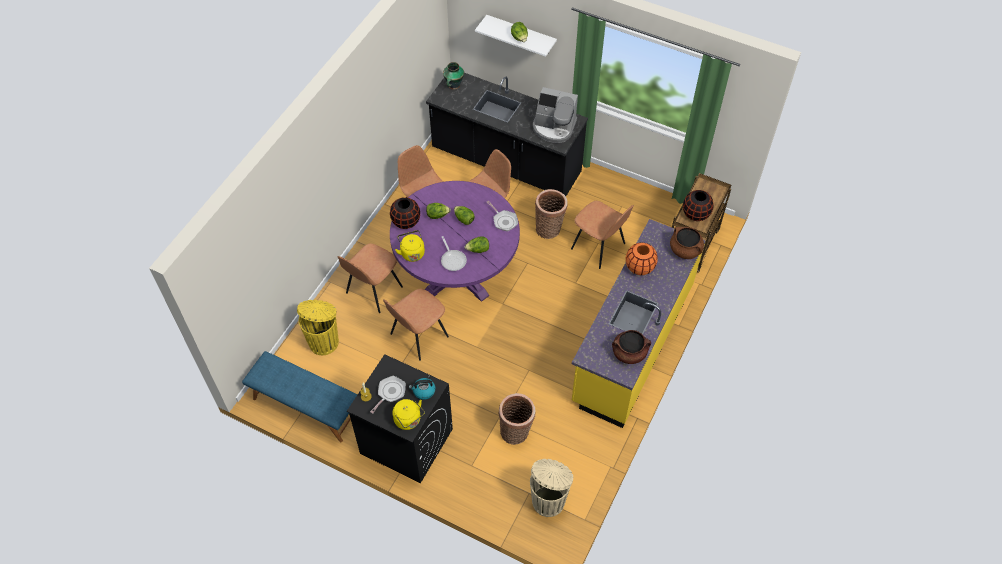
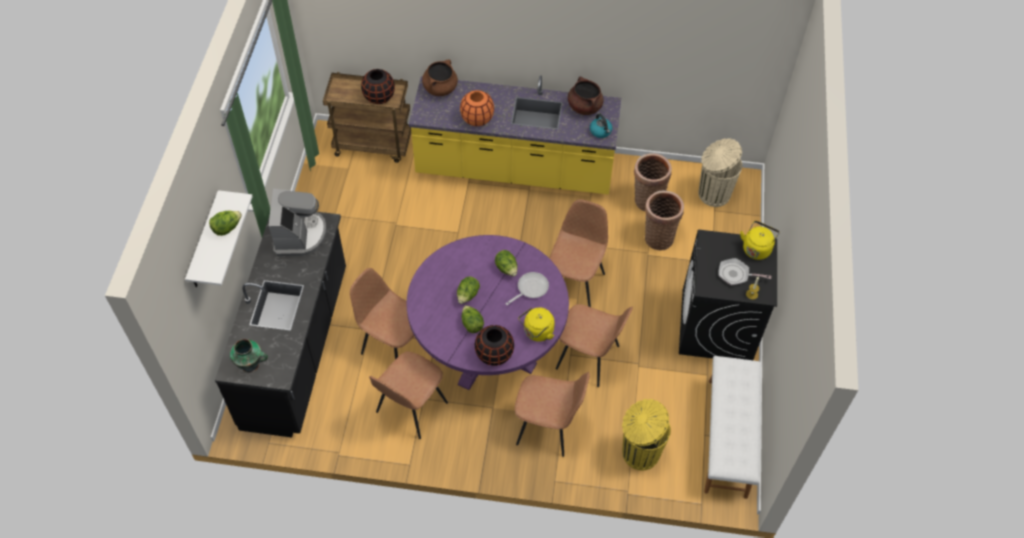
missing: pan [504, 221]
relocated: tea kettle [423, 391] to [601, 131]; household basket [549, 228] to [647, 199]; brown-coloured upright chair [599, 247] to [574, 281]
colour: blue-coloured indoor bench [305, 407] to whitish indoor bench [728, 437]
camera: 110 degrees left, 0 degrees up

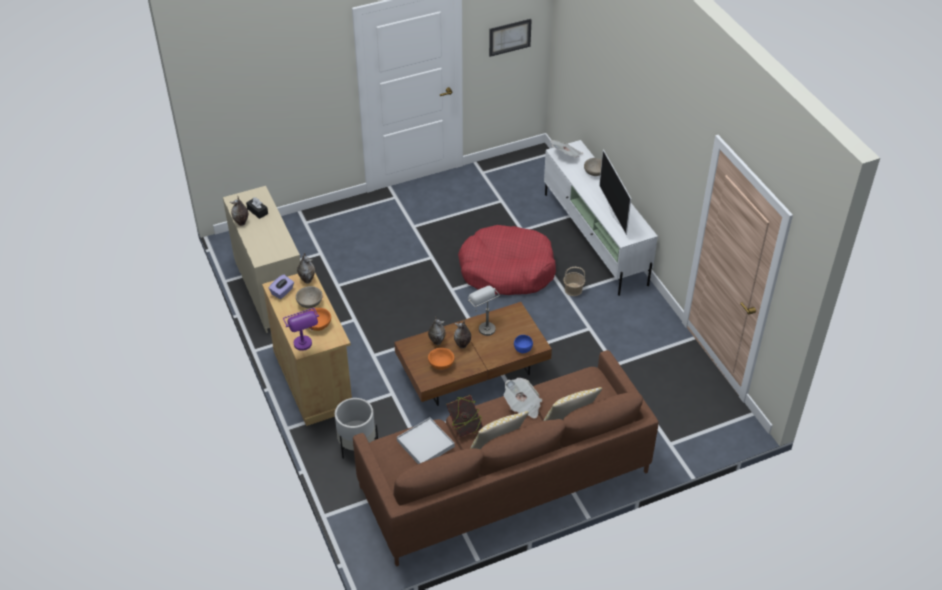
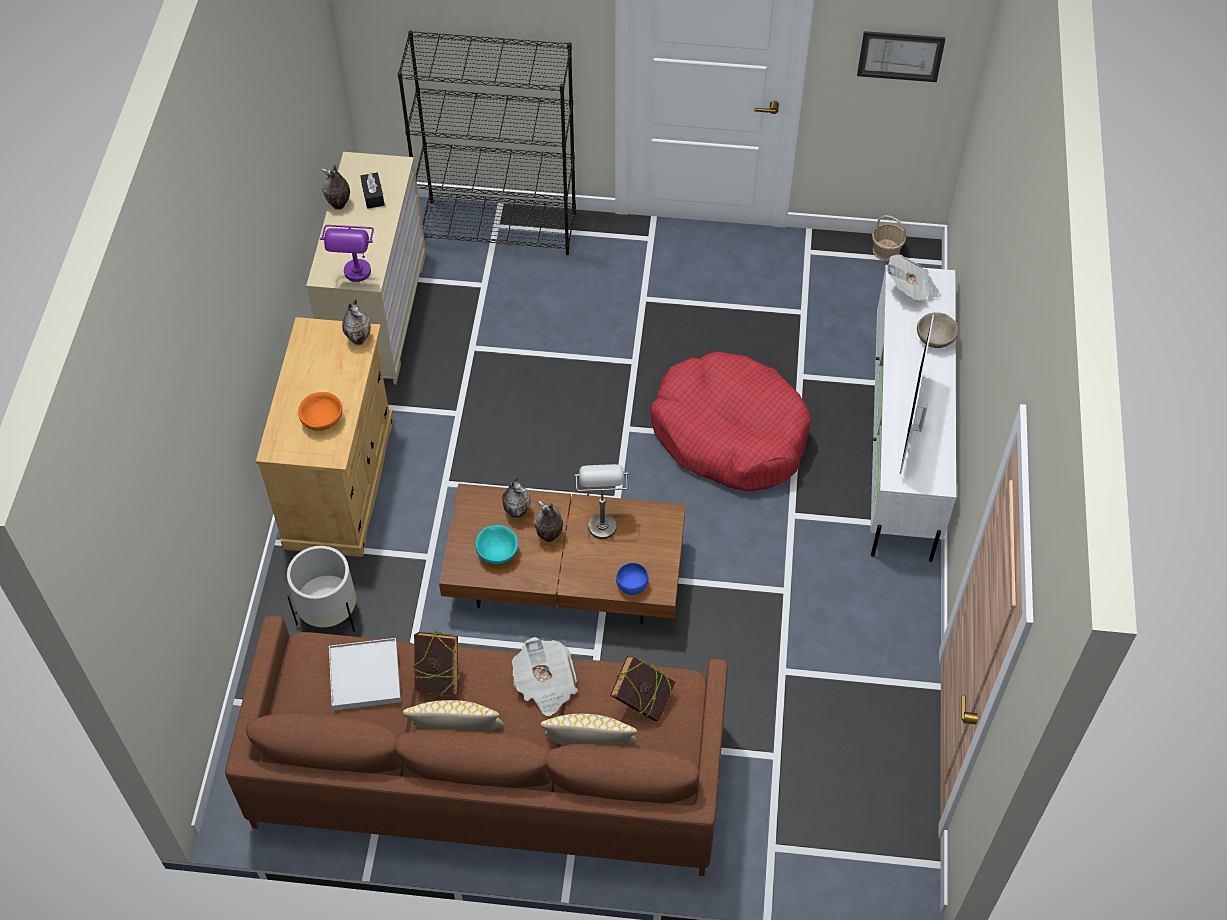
missing: purple-coloured tissue box [282, 292]; beige deep dish [310, 303]
appeared: black bookcase [500, 227]; bound book [642, 701]
relocated: purple-coloured lamp for a table [305, 348] to [357, 279]; household basket [573, 289] to [886, 250]
colour: orange deep dish [441, 364] to blue-green deep dish [498, 552]
camera: 30 degrees right, 10 degrees up

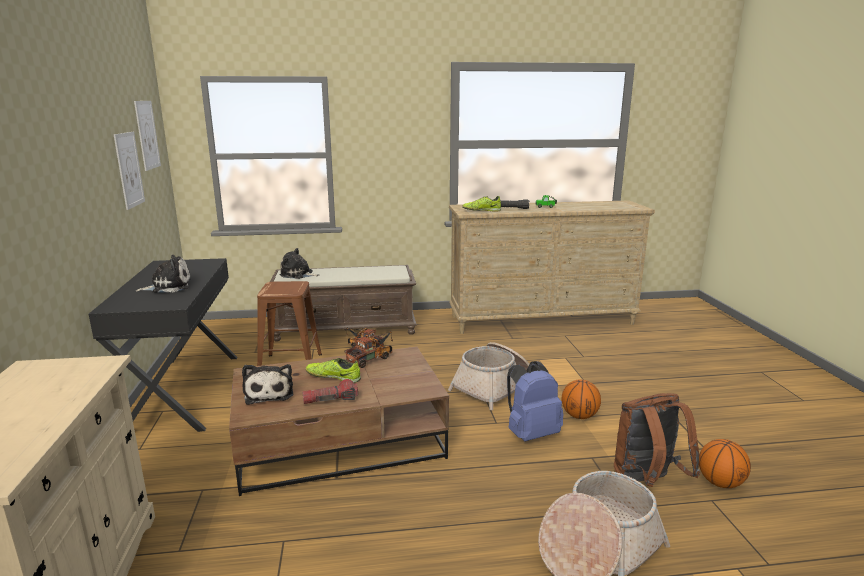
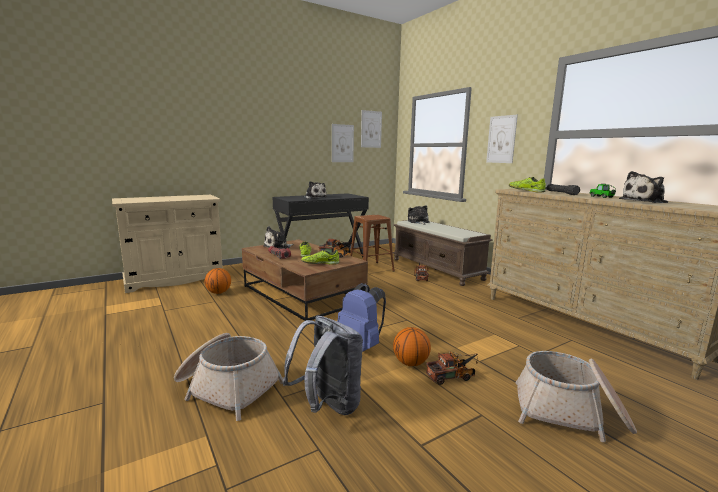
appeared: shoe [320, 263]; toy truck [453, 376]; picture [501, 139]; soft toy [645, 201]
relocated: household basket [494, 387] to [570, 413]; basketball ball [720, 483] to [218, 292]
colour: brown-coloured knapsack [647, 481] to grey knapsack [327, 406]
camera: 65 degrees right, 5 degrees down

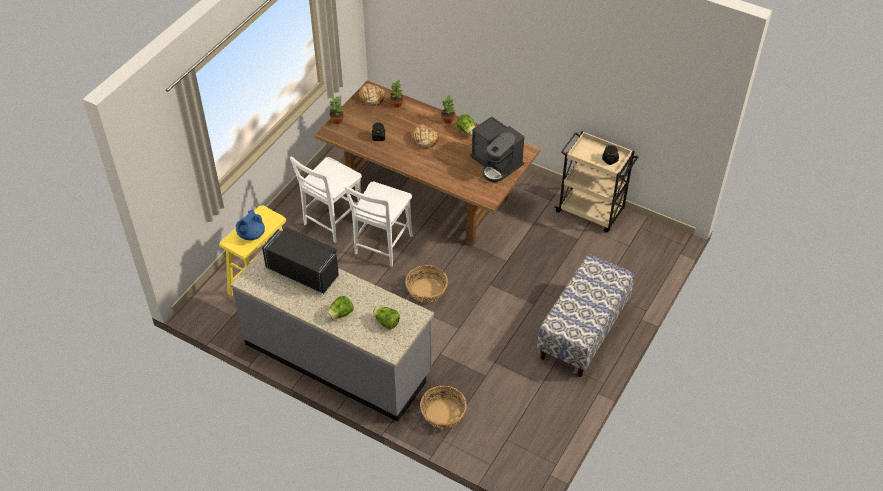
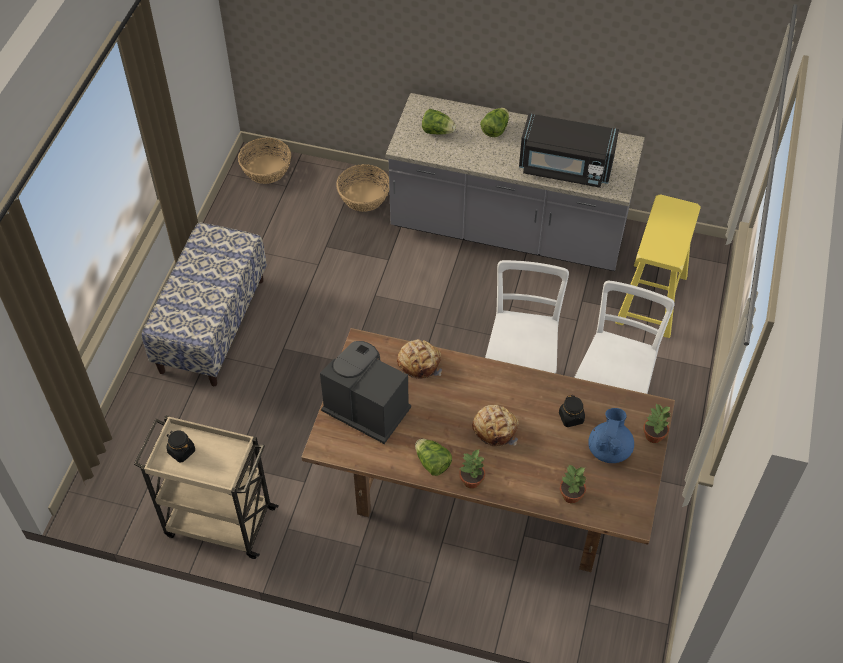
relocated: blue-coloured teapot [251, 235] to [609, 449]; bakery bread [371, 98] to [419, 363]; household basket [426, 291] to [266, 169]
camera: 165 degrees right, 5 degrees up

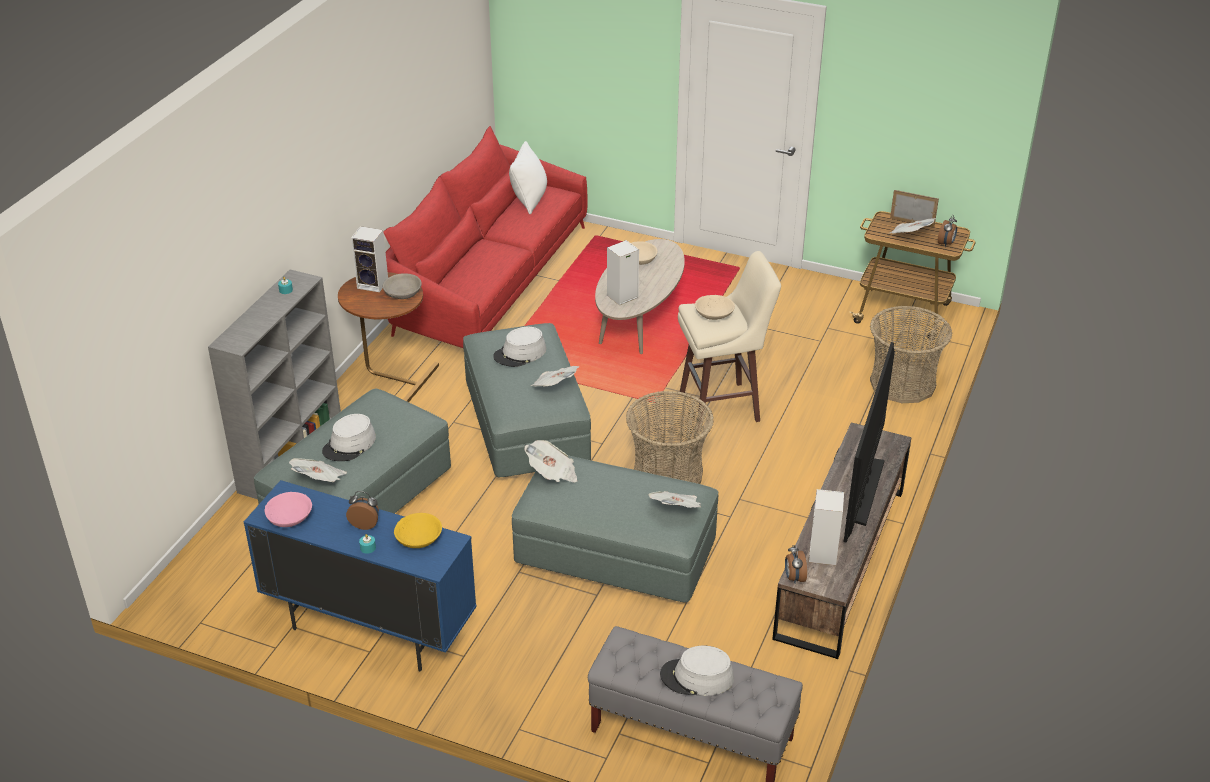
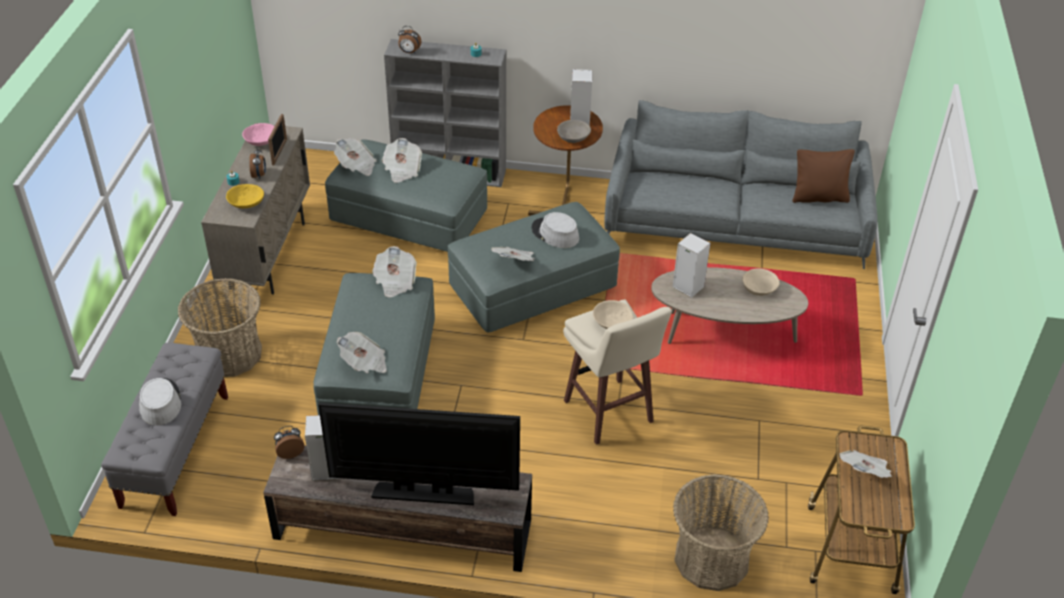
relocated: household basket [667, 474] to [229, 354]; photo frame [912, 222] to [279, 152]; alarm clock [946, 243] to [409, 52]
exchanged: grey wearable hat [349, 445] to printed paper [402, 170]
colour: blue-coloured cabinet [370, 630] to beige cabinet [268, 255]; red settee [488, 281] to grey settee [734, 225]; whitish pillow [529, 199] to brown-coloured pillow [819, 197]
camera: 75 degrees right, 5 degrees up

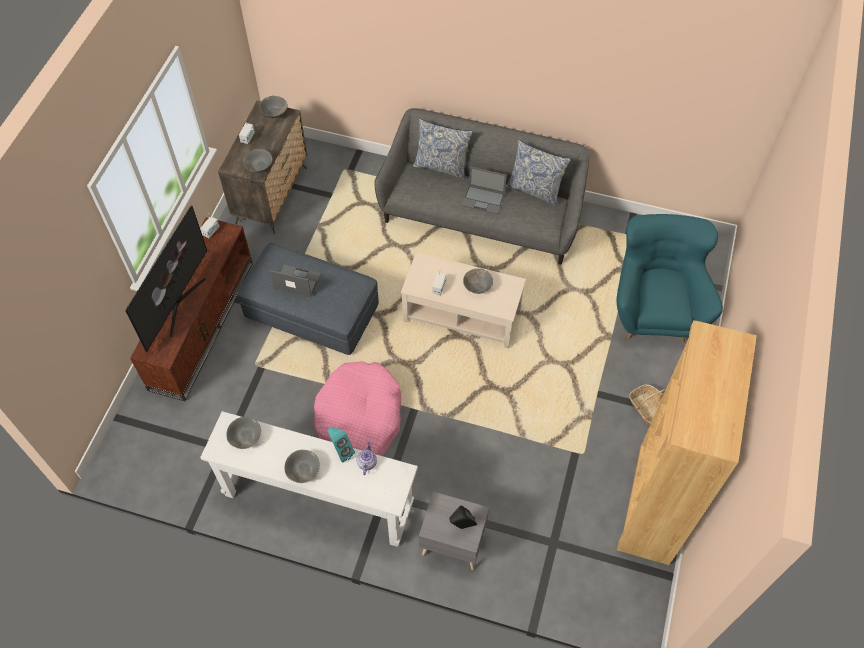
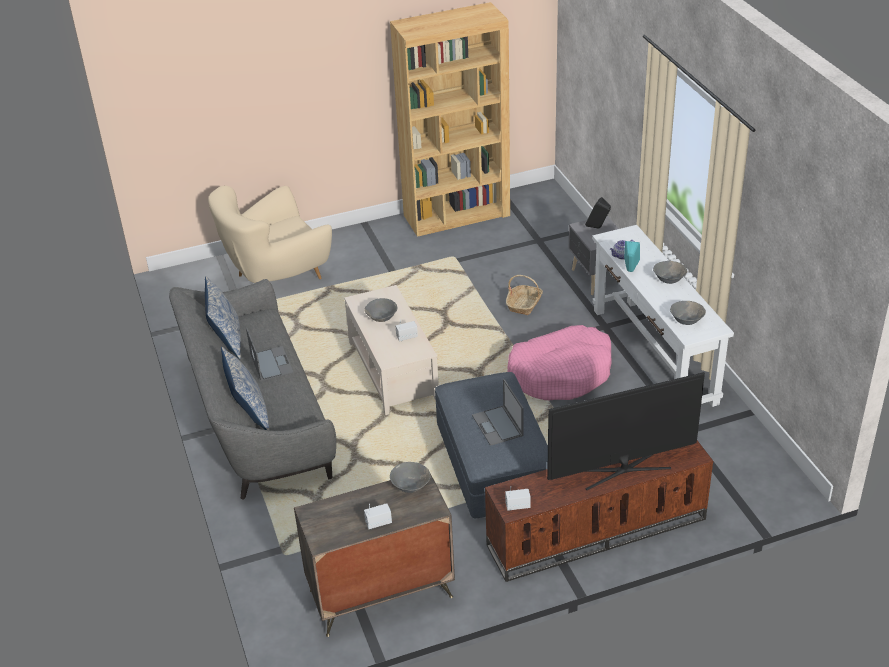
missing: grey deep dish [274, 113]
relocated: household basket [647, 408] to [524, 304]
colour: blue-green armchair [654, 310] to beige armchair [277, 277]
camera: 125 degrees left, 20 degrees down

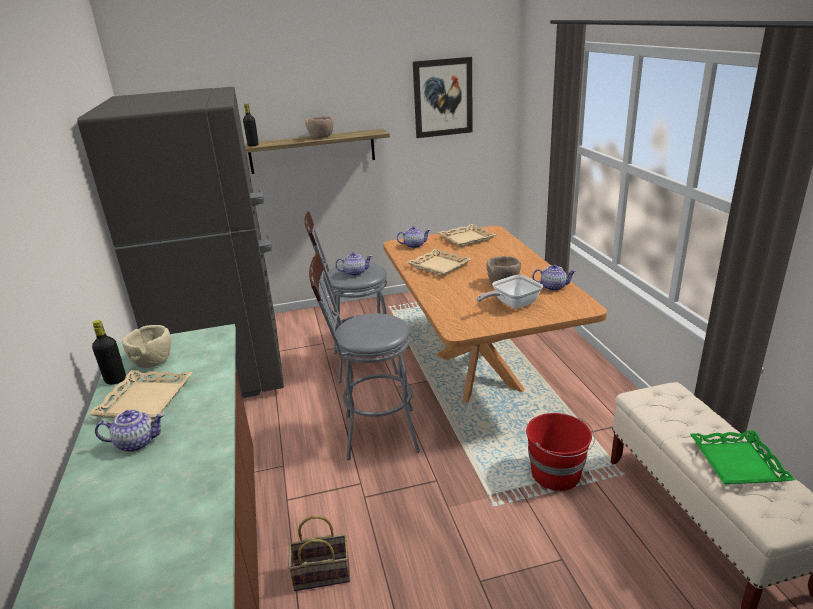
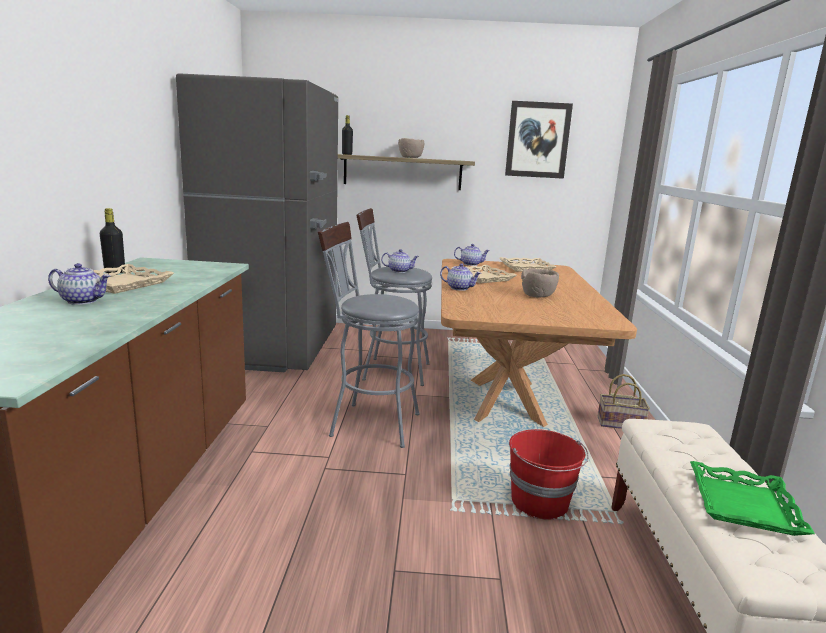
missing: beige deep dish [153, 361]; pan [512, 304]
relocated: household basket [323, 573] to [621, 423]; teapot [553, 287] to [459, 288]
camera: 15 degrees right, 10 degrees down

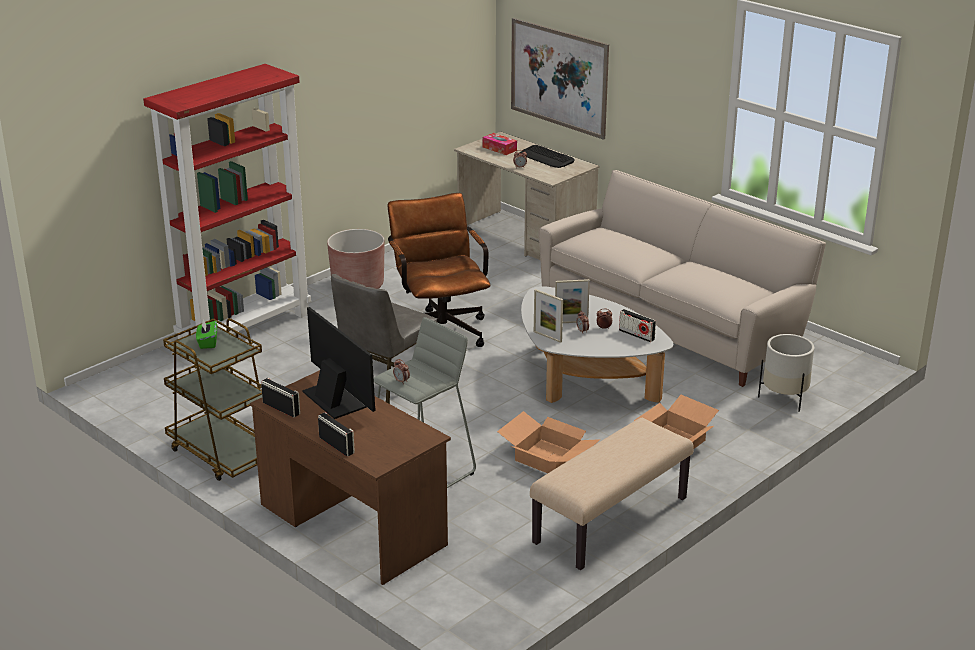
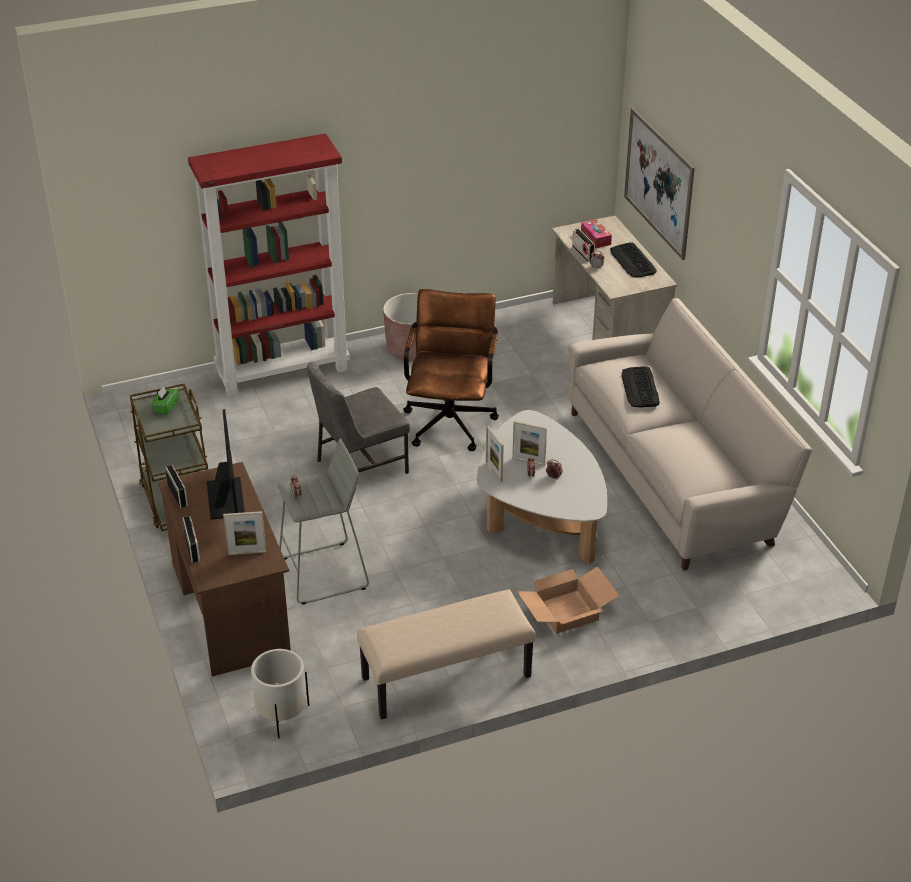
missing: carton [549, 457]
appeared: photo frame [247, 552]; PC keyboard [640, 388]
relocated: radio [636, 335] to [583, 253]; whitish plant pot [784, 398] to [282, 715]
camera: 25 degrees right, 10 degrees up

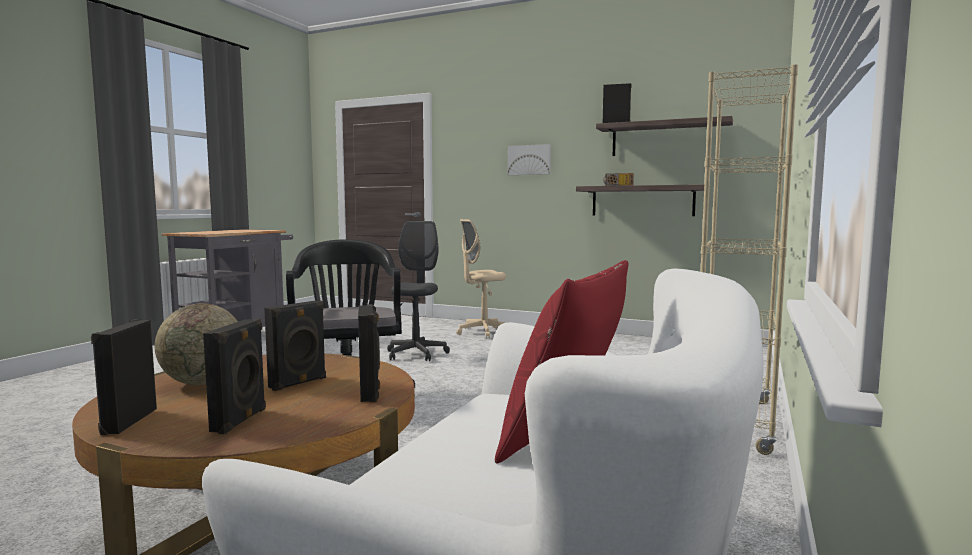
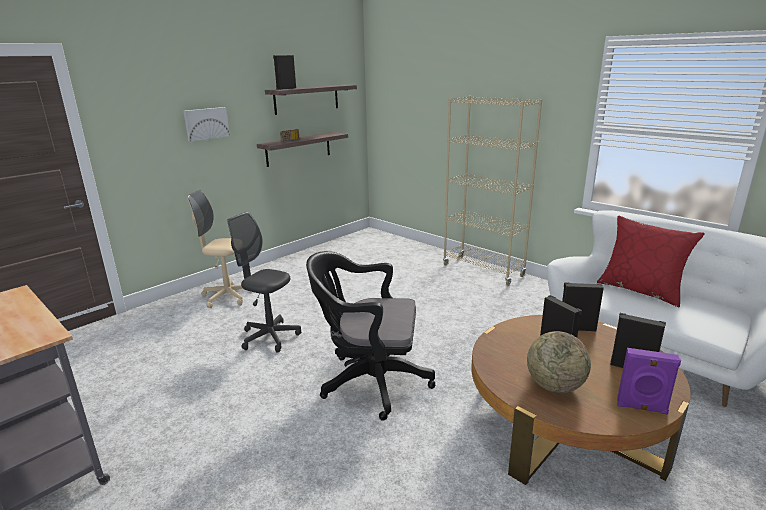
colour: black audio speaker [127, 421] to purple-coloured audio speaker [641, 408]
spun: beige computer chair [483, 332] = [227, 297] 105 degrees clockwise
camera: 70 degrees left, 15 degrees up

